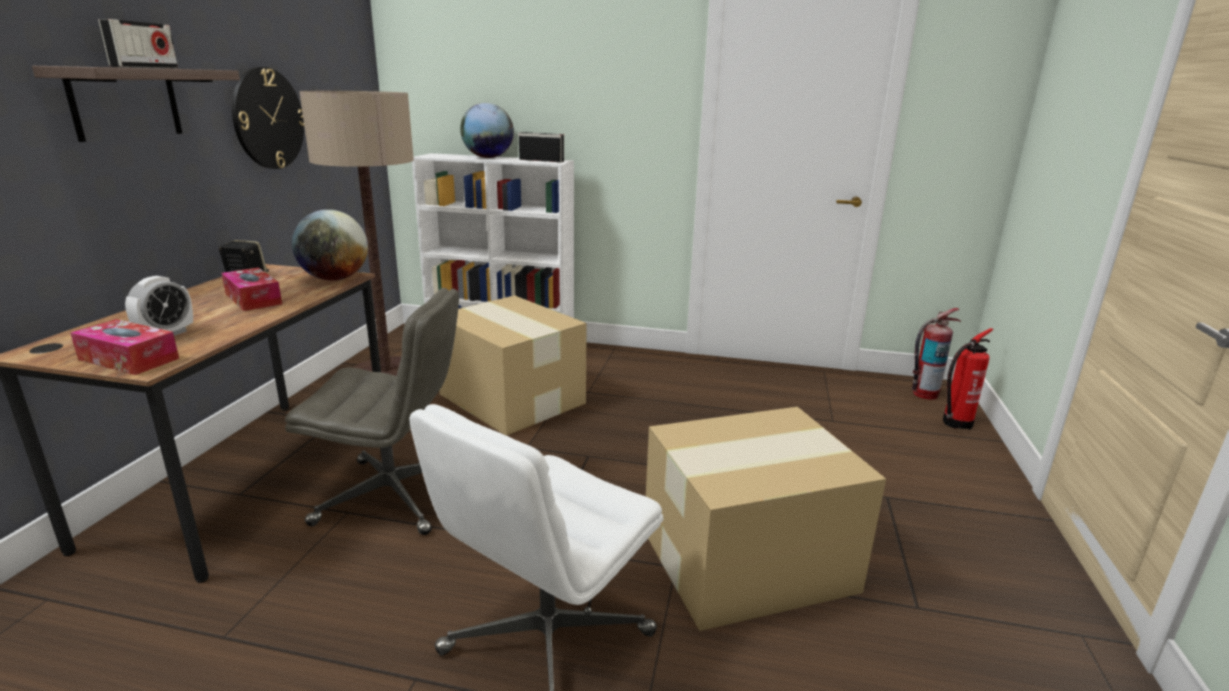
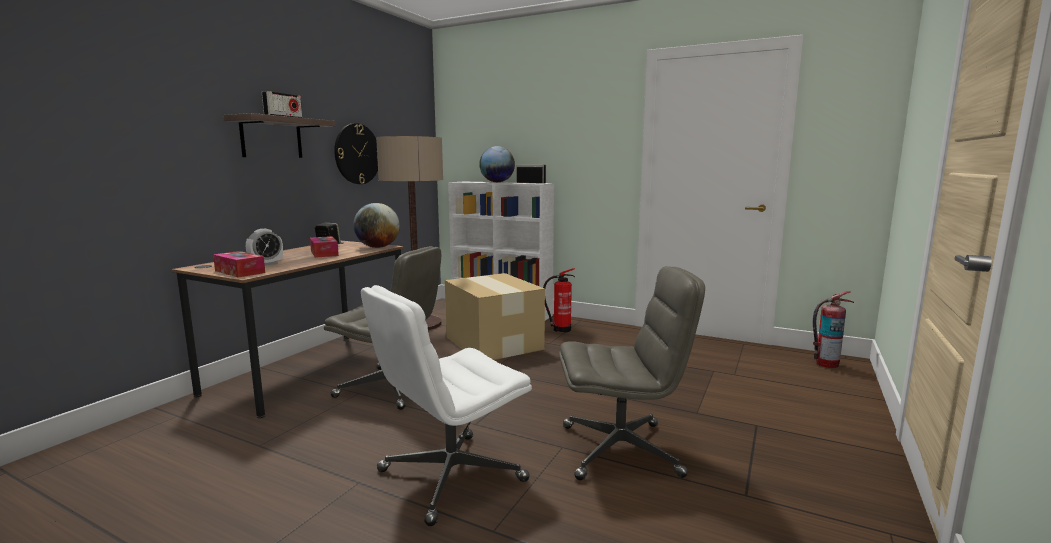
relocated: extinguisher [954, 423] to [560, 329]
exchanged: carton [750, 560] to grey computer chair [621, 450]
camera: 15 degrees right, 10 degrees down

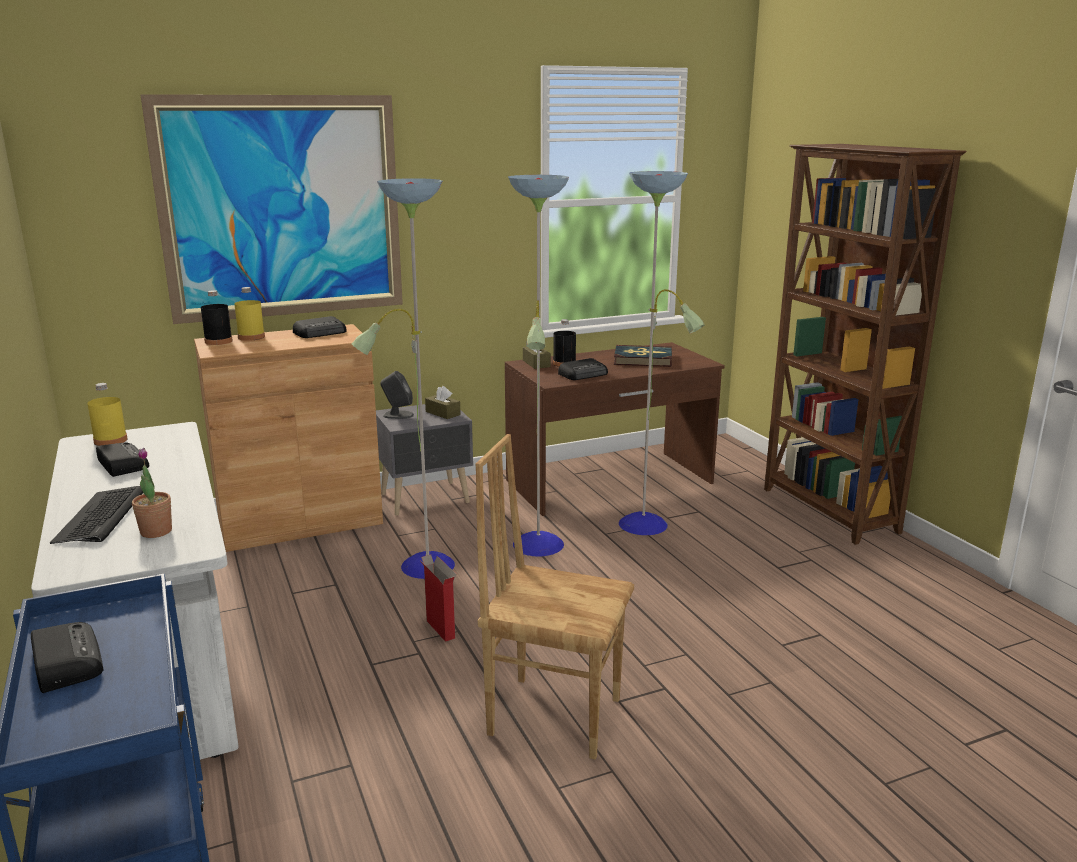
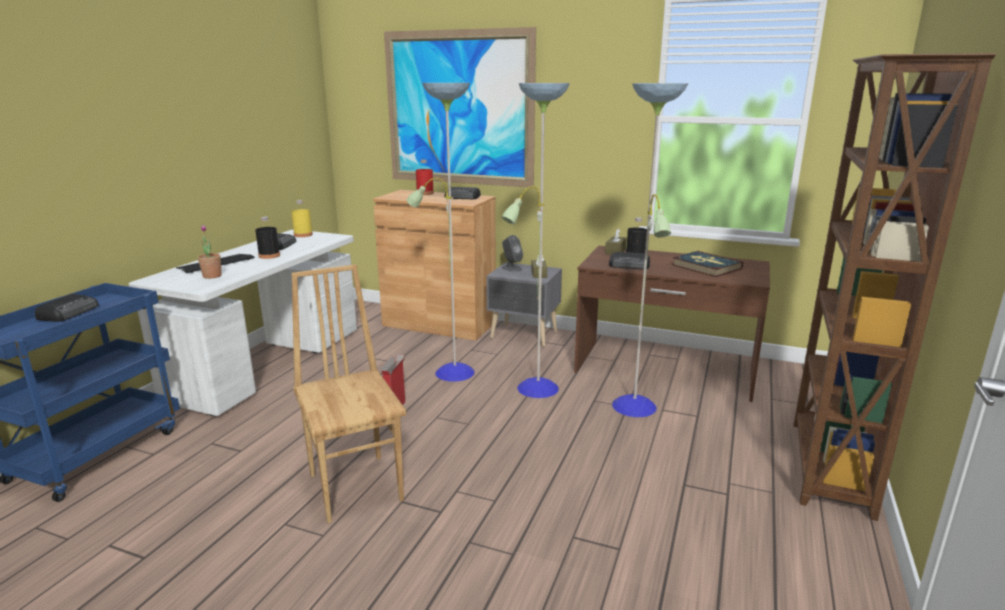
relocated: black drink bottle [218, 341] to [269, 256]
colour: yellow drink bottle [251, 337] to red drink bottle [425, 193]
camera: 45 degrees right, 0 degrees up

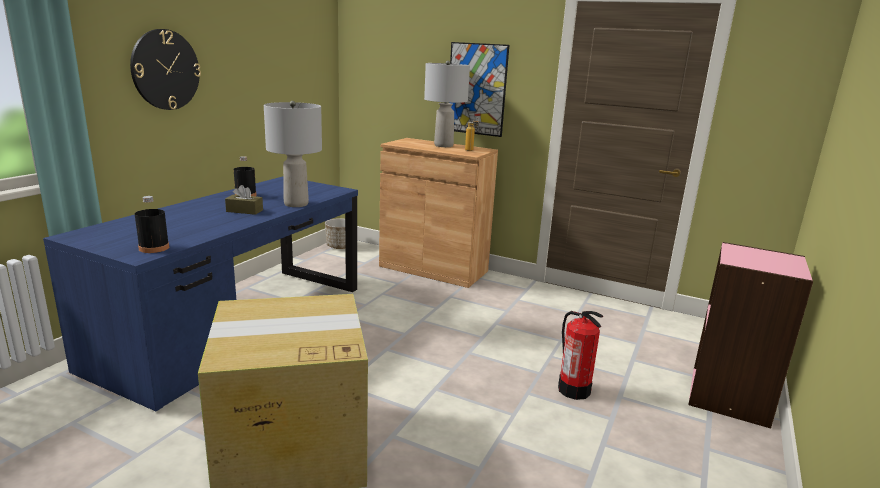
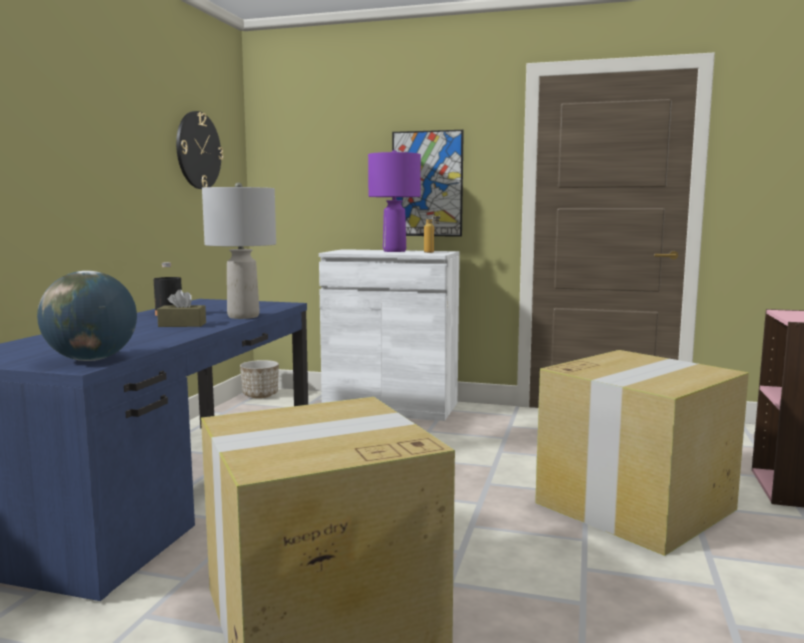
relocated: clock on the wall [165, 70] to [198, 150]
exchanged: black drink bottle [154, 248] to desk globe [92, 359]; extinguisher [573, 389] to carton [636, 505]
colour: brown-coloured cabinet [433, 269] to whitish cabinet [391, 406]; grey lamp for a table [444, 145] to purple-coloured lamp for a table [394, 251]
camera: 10 degrees left, 10 degrees down

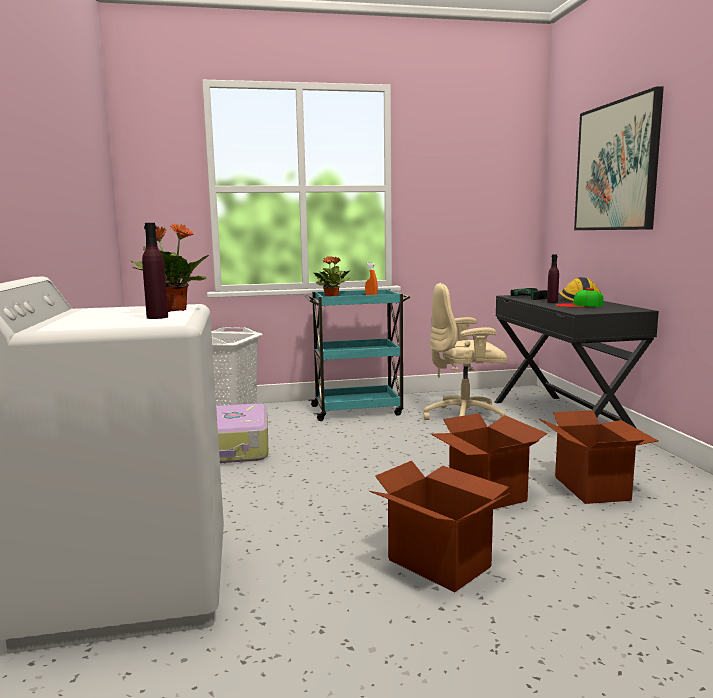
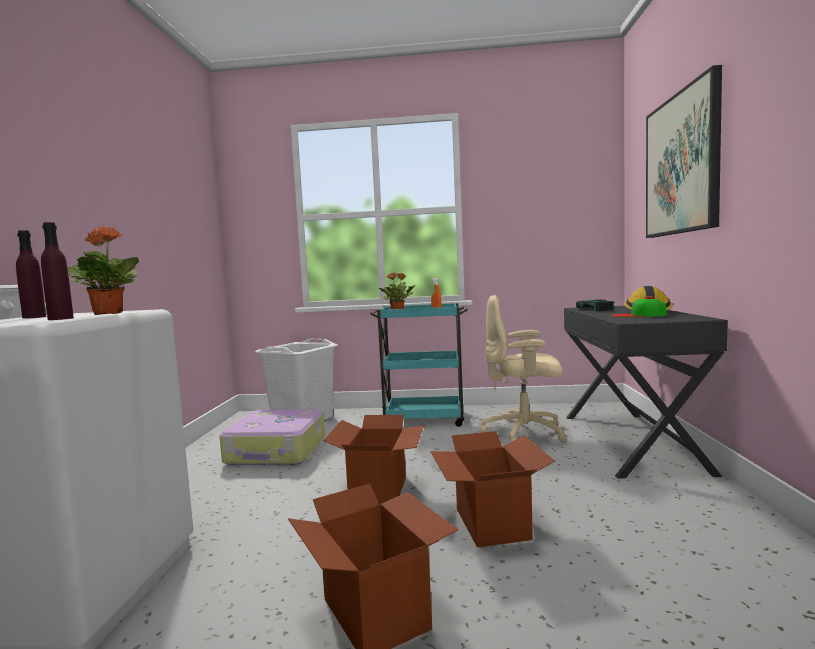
relocated: carton [592, 488] to [379, 490]; purple-coloured drink bottle [552, 302] to [34, 317]
camera: 15 degrees right, 5 degrees down

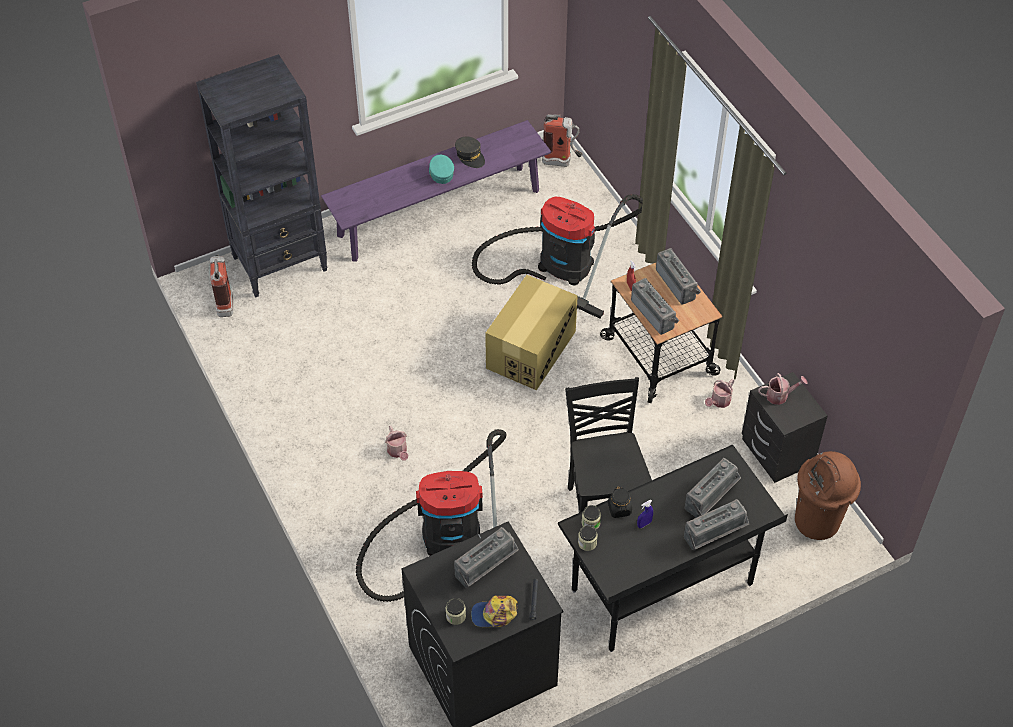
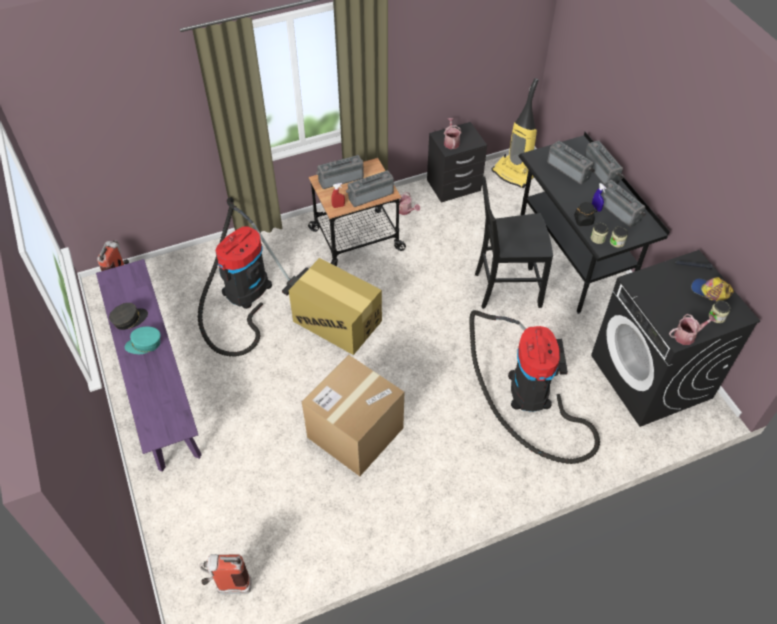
missing: black bookcase [281, 263]
appeared: carton [355, 432]
relocated: watering can [398, 452] to [687, 335]; radio [486, 568] to [620, 210]
exchanged: brown-coloured trash can [817, 522] to hoover [514, 174]
spun: peaked cap [494, 614] = [710, 291] 120 degrees clockwise
camera: 85 degrees left, 0 degrees up

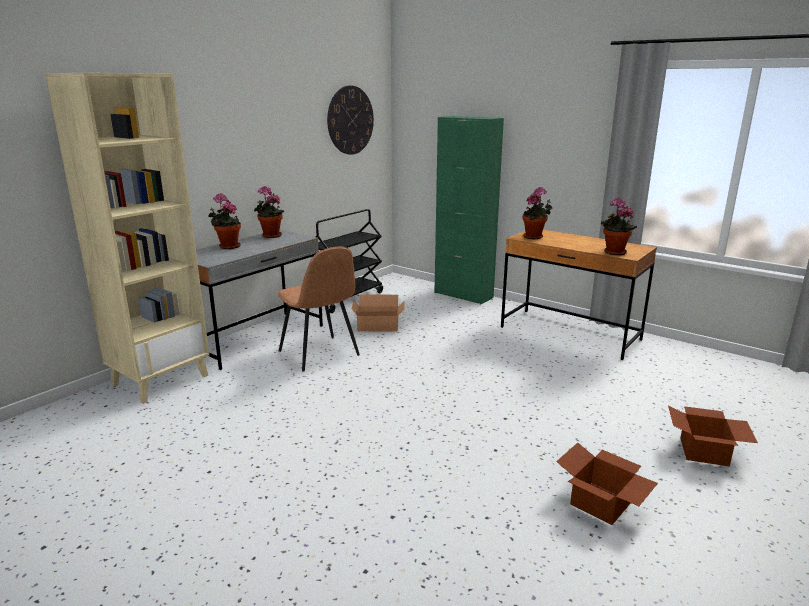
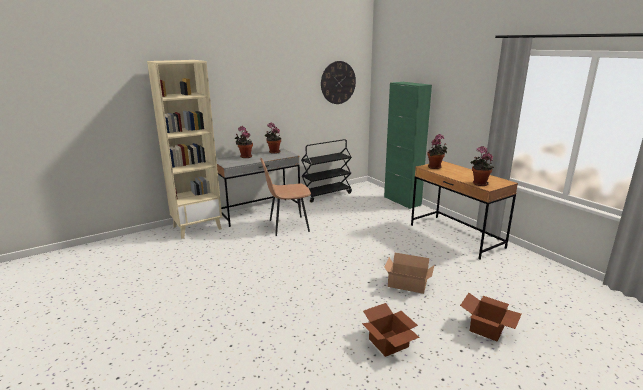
relocated: carton [379, 326] to [408, 285]
spun: brown-coloured upright chair [319, 354] = [287, 226] 90 degrees clockwise
camera: 20 degrees right, 0 degrees up

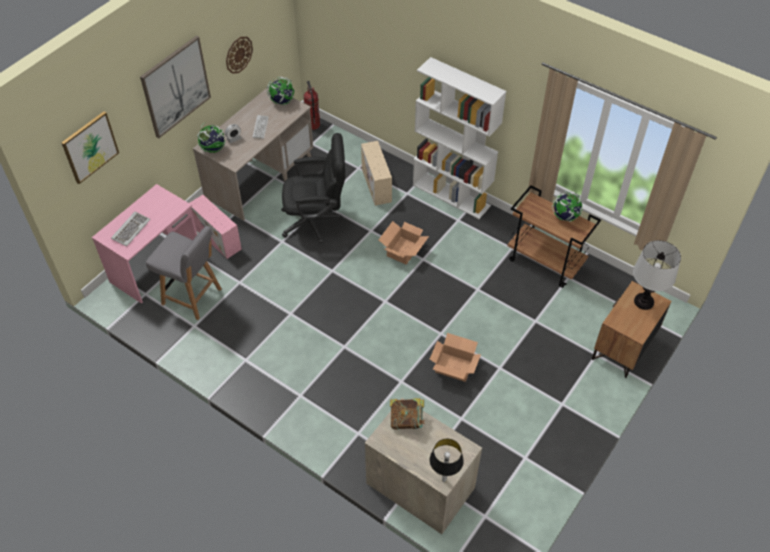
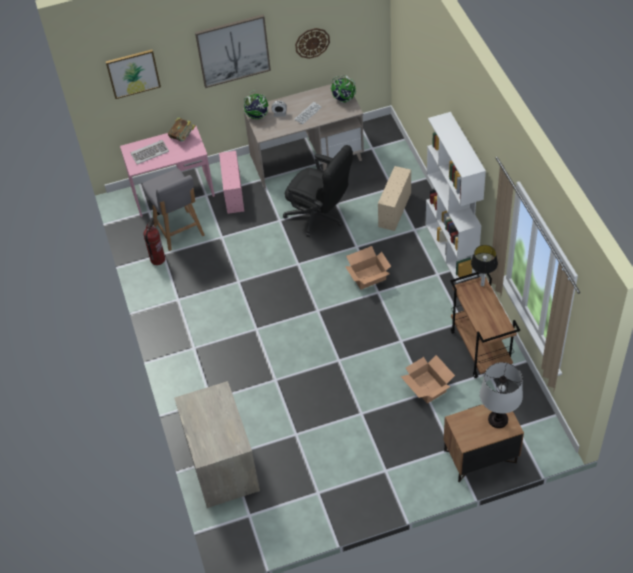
missing: desk globe [565, 217]
relocated: extinguisher [313, 125] to [157, 259]; bound book [407, 420] to [183, 137]; carton [453, 366] to [427, 386]; lamp for a table [444, 480] to [482, 285]
camera: 40 degrees right, 0 degrees up

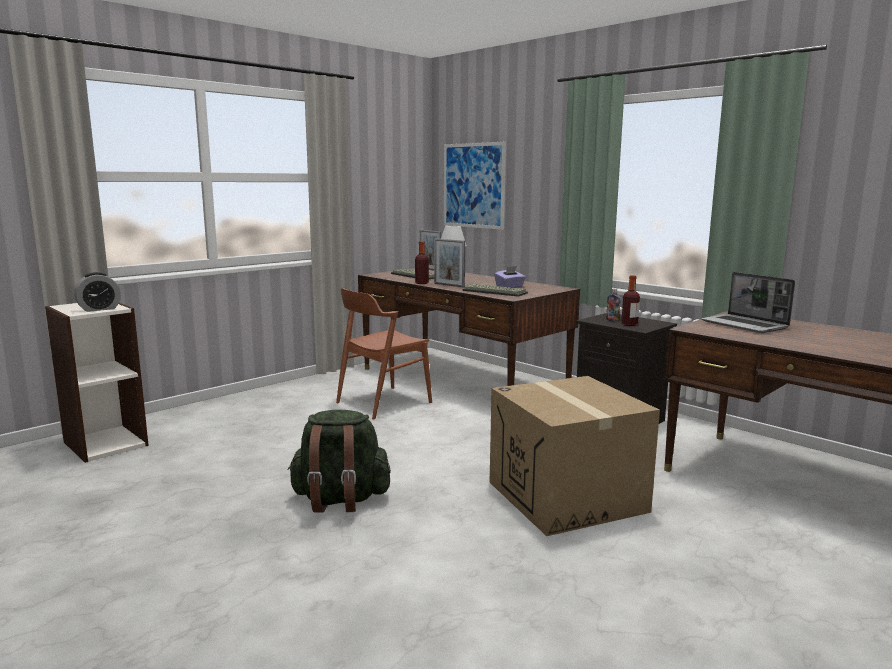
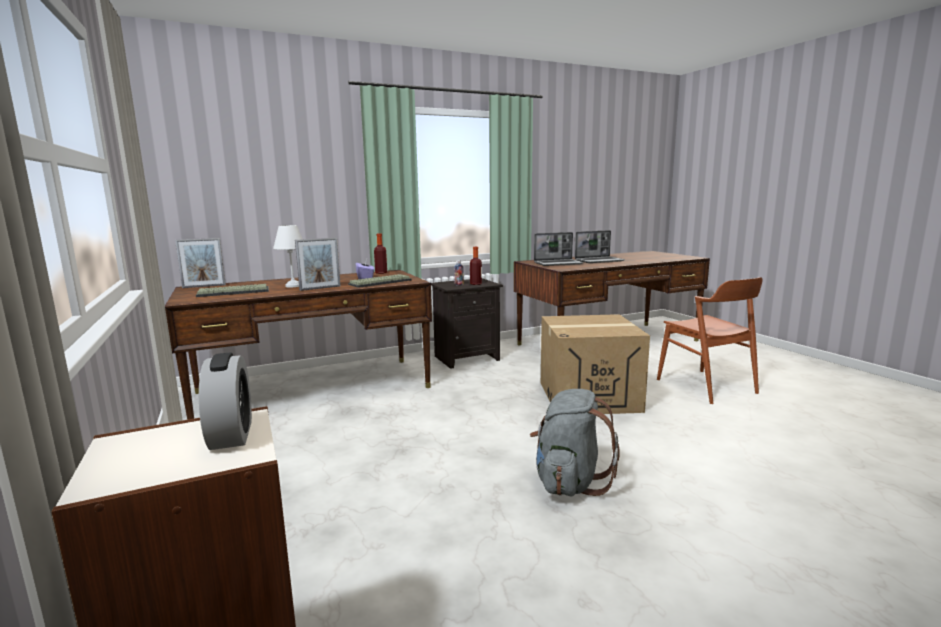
missing: picture [473, 185]
appeared: notebook computer [599, 261]
relocated: brown-coloured upright chair [383, 402] to [706, 386]; drink bottle [421, 283] to [381, 273]
colour: green-coloured knapsack [340, 500] to grey knapsack [569, 482]
camera: 70 degrees left, 0 degrees up

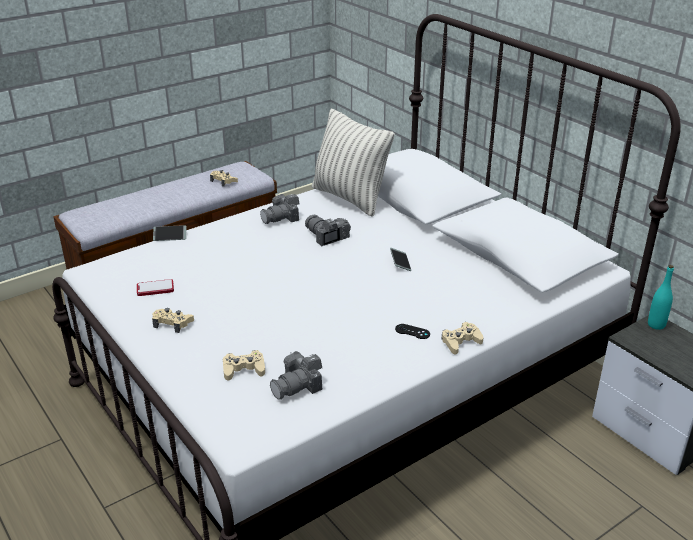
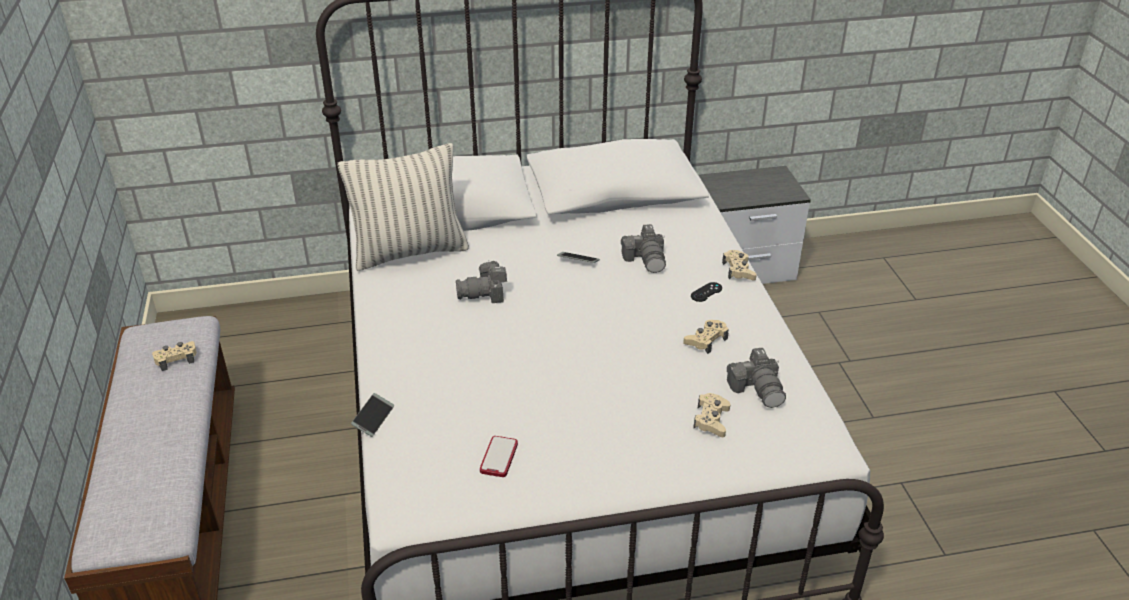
missing: blue-green drink bottle [656, 325]
relocated: beige joypad [172, 323] to [706, 340]; photo camera [281, 218] to [646, 259]
camera: 65 degrees left, 5 degrees up

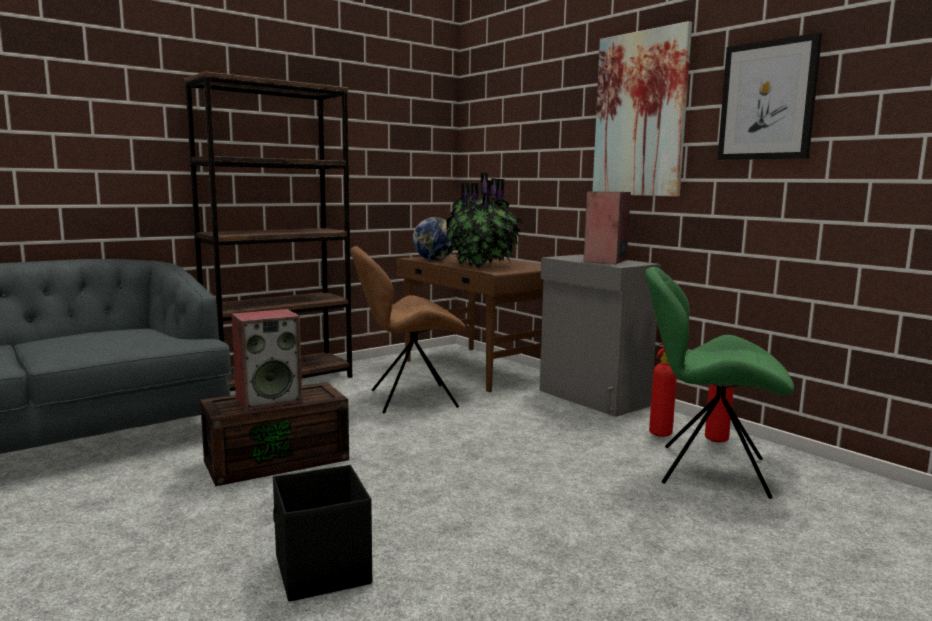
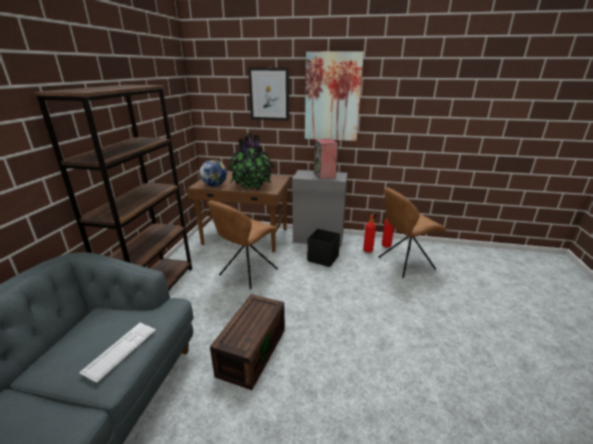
missing: audio speaker [269, 400]
appeared: PC keyboard [120, 350]
relocated: black storage bin [322, 571] to [323, 258]; picture [767, 101] to [269, 94]
colour: green-coloured upright chair [708, 470] to brown-coloured upright chair [404, 263]
camera: 40 degrees left, 15 degrees up

